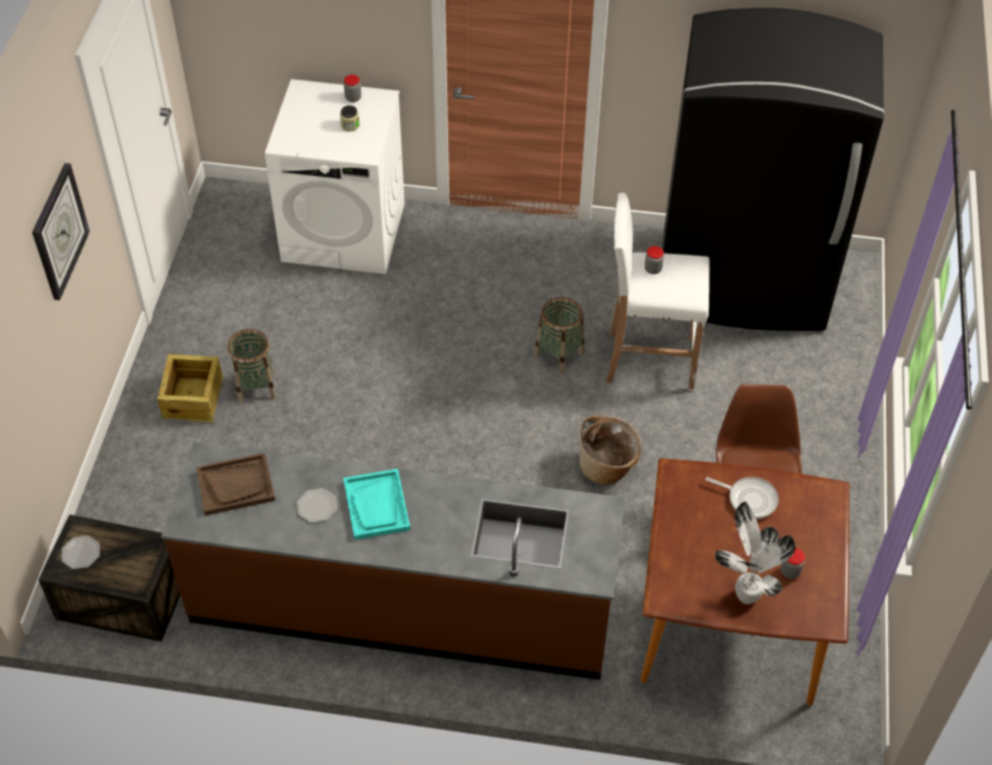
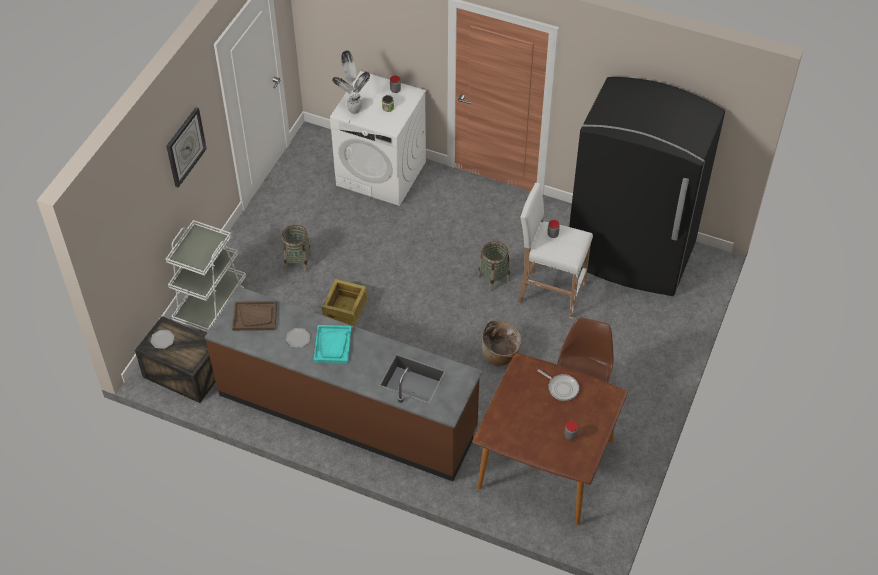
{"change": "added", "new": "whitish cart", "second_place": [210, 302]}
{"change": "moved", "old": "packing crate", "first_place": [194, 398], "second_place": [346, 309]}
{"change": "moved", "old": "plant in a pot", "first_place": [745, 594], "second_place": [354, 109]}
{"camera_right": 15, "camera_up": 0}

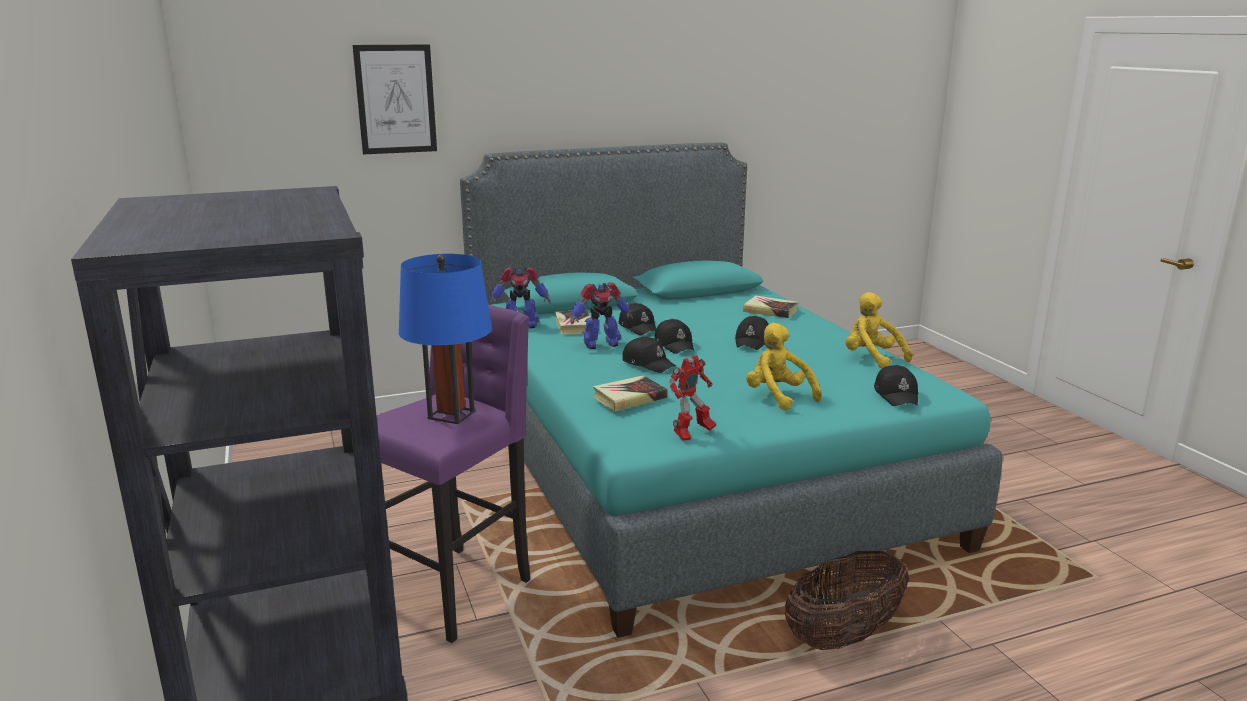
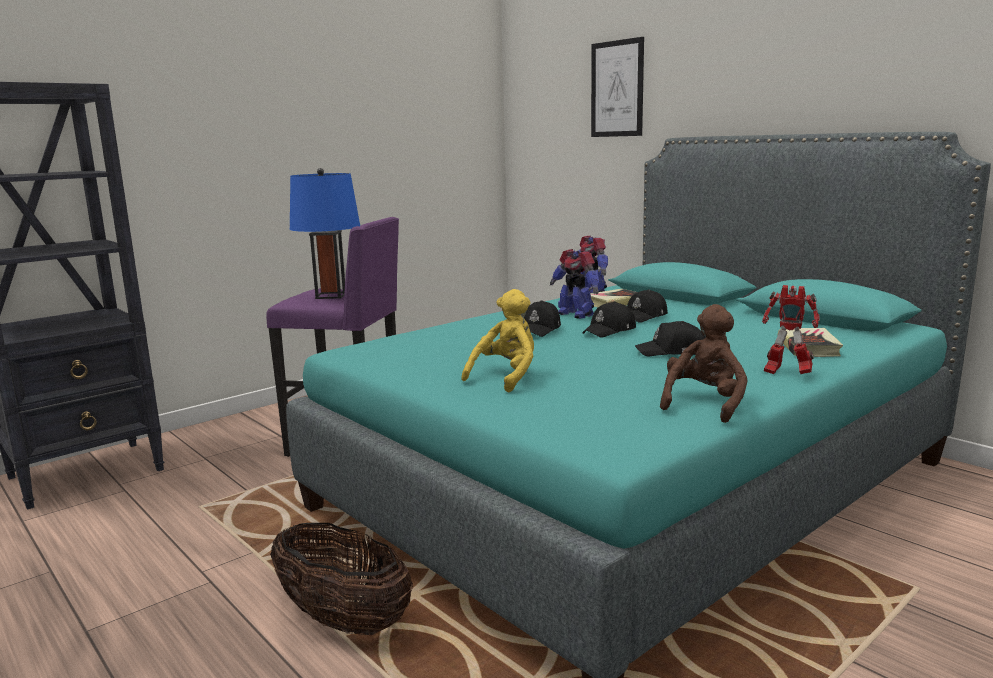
{"change": "recoloured", "old": "yellowish plush toy", "new": "brown plush toy", "first_place": [871, 358], "second_place": [704, 403]}
{"change": "moved", "old": "model robot", "first_place": [691, 434], "second_place": [786, 373]}
{"change": "removed", "old": "volume", "first_place": [629, 398]}
{"change": "removed", "old": "black cap", "first_place": [896, 395]}
{"camera_right": 70, "camera_up": -5}

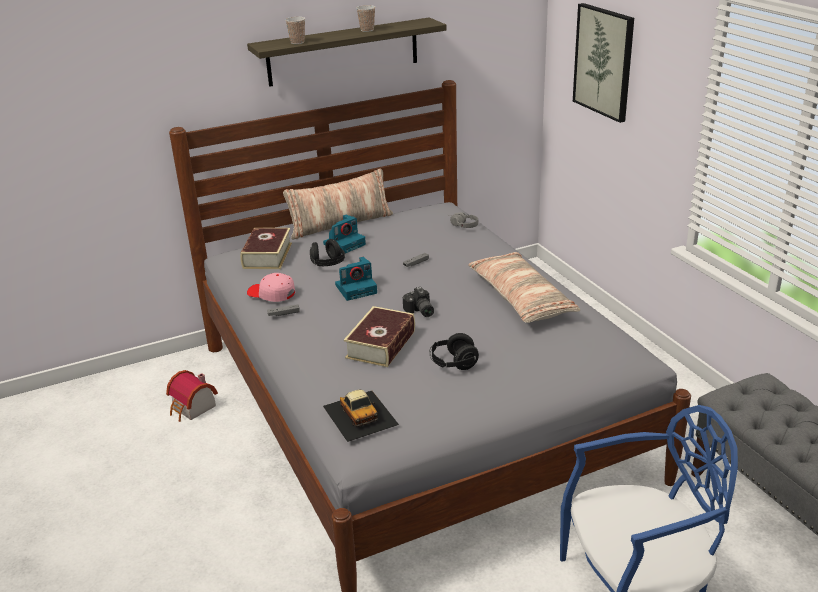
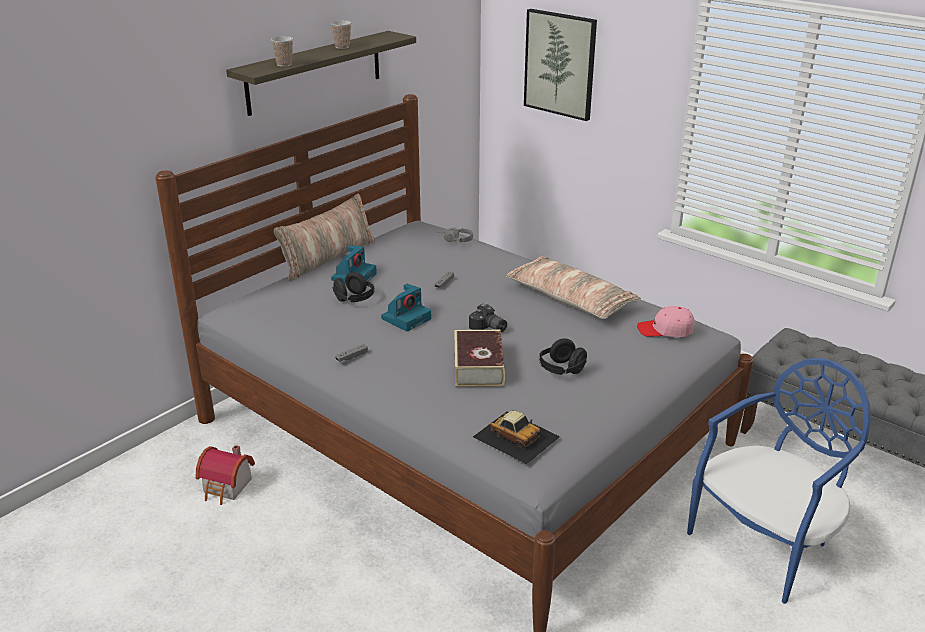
{"change": "moved", "old": "pinkish cap", "first_place": [271, 294], "second_place": [665, 330]}
{"change": "removed", "old": "volume", "first_place": [267, 255]}
{"camera_right": -25, "camera_up": 0}

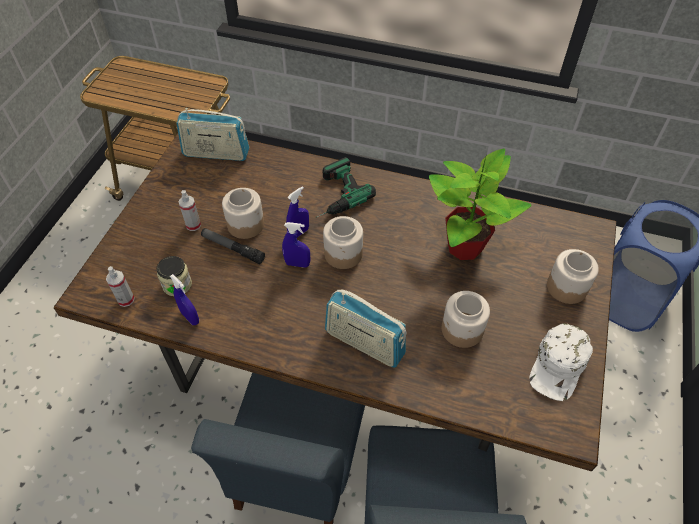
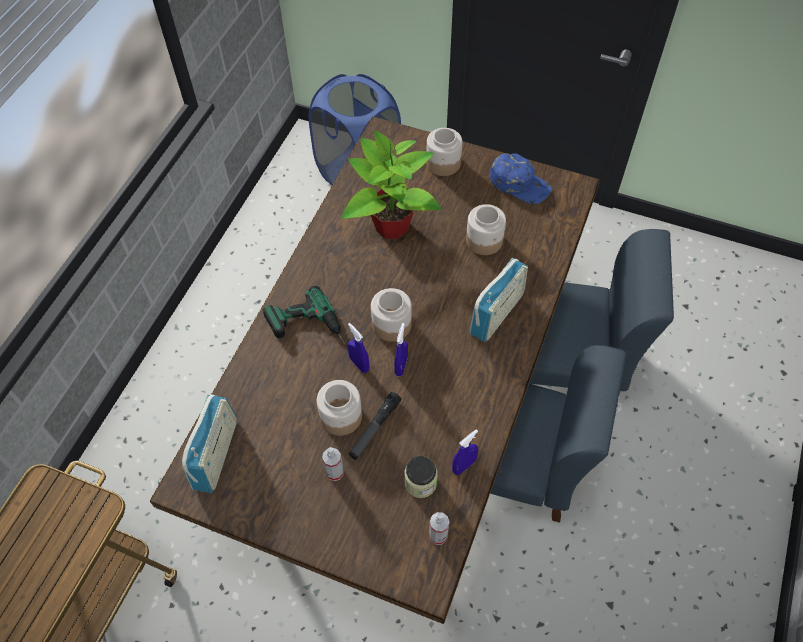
{"change": "recoloured", "old": "whitish cap", "new": "blue cap", "first_place": [559, 366], "second_place": [520, 183]}
{"camera_right": -85, "camera_up": 5}

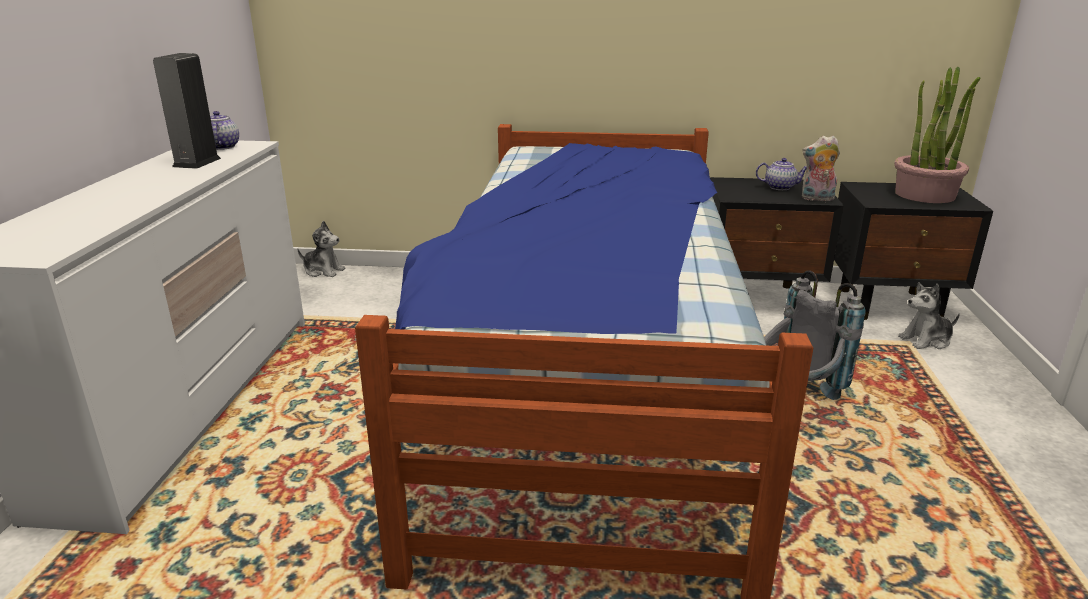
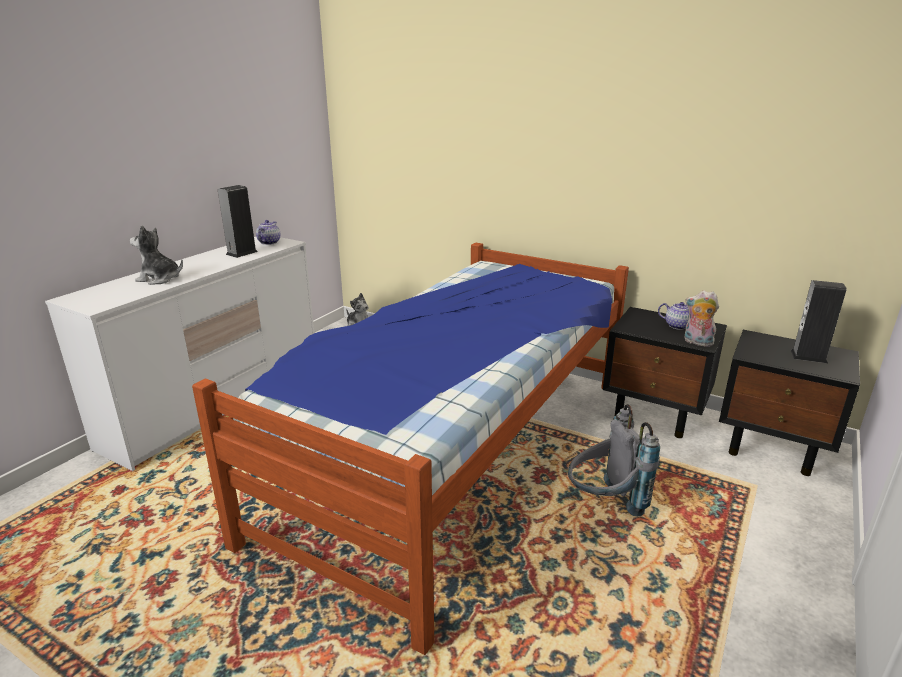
{"change": "moved", "old": "plush toy", "first_place": [926, 340], "second_place": [160, 279]}
{"change": "replaced", "old": "plant in a pot", "new": "audio speaker", "first_place": [924, 195], "second_place": [808, 356]}
{"camera_right": 25, "camera_up": 0}

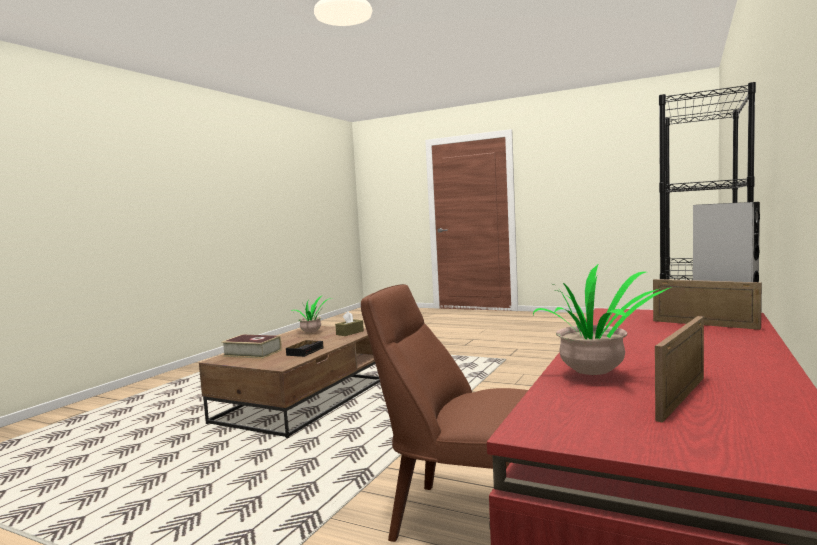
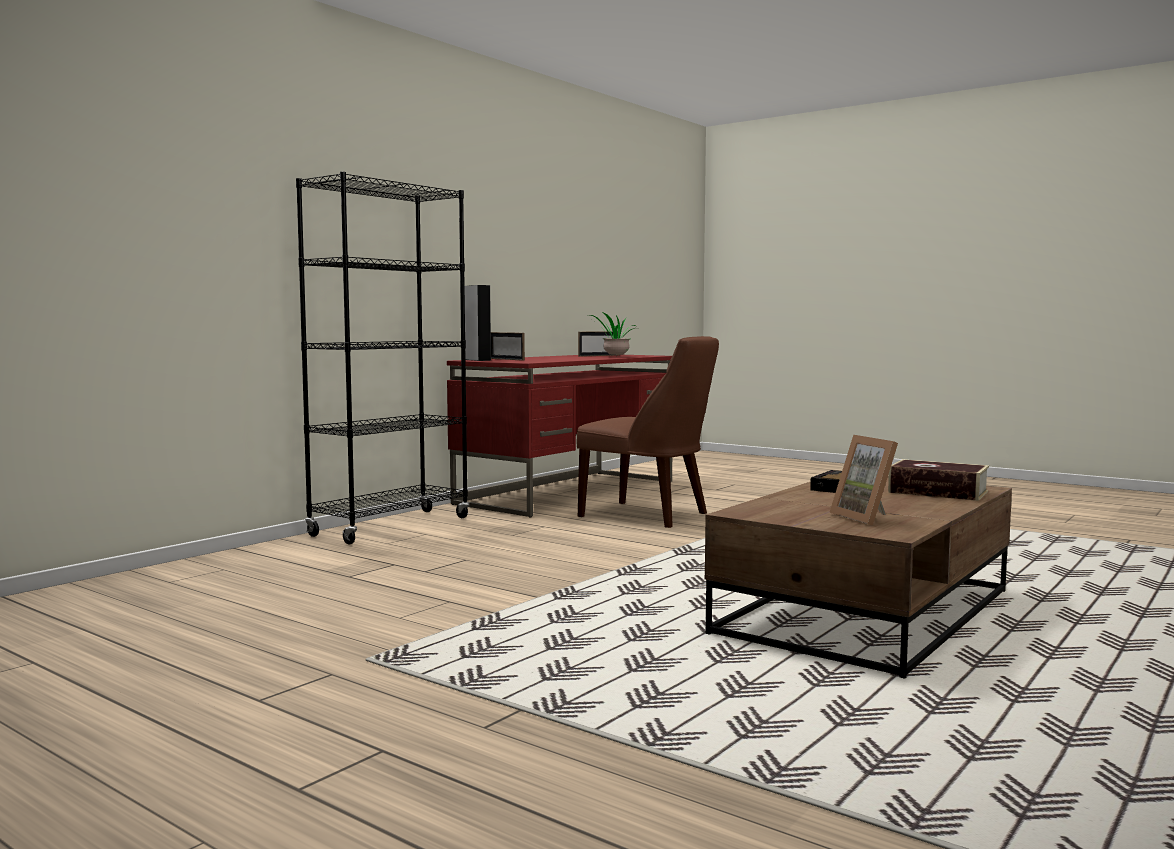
{"change": "replaced", "old": "plant in a pot", "new": "standing frame", "first_place": [312, 333], "second_place": [868, 518]}
{"change": "removed", "old": "brown tissue holder", "first_place": [350, 333]}
{"camera_right": -170, "camera_up": 0}

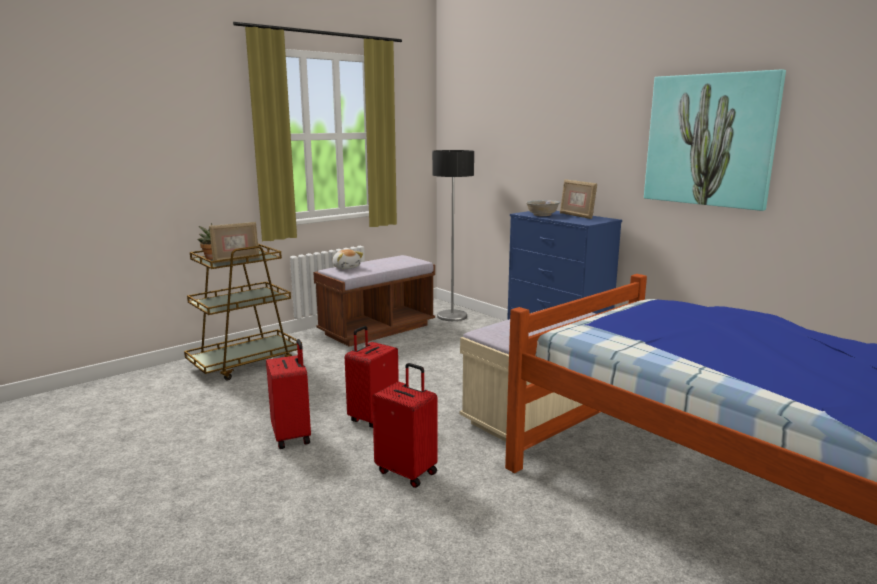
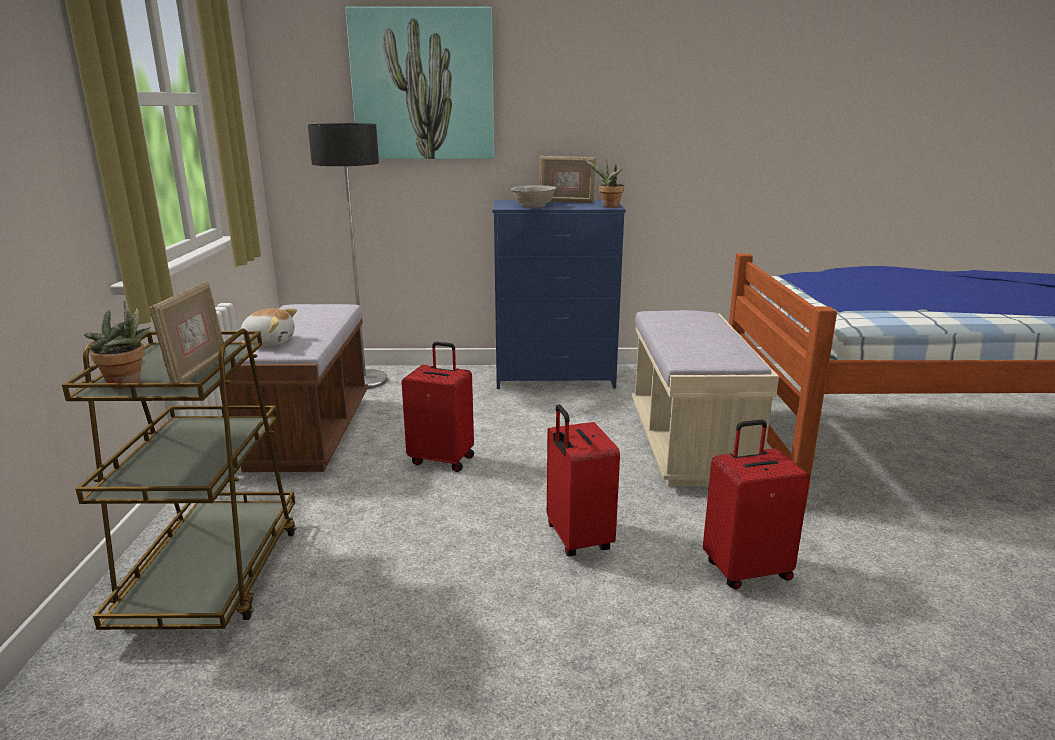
{"change": "moved", "old": "wall picture", "first_place": [710, 140], "second_place": [423, 85]}
{"change": "moved", "old": "red-coloured suitcase", "first_place": [292, 436], "second_place": [442, 459]}
{"change": "added", "new": "plant in a pot", "second_place": [608, 206]}
{"camera_right": -50, "camera_up": 5}

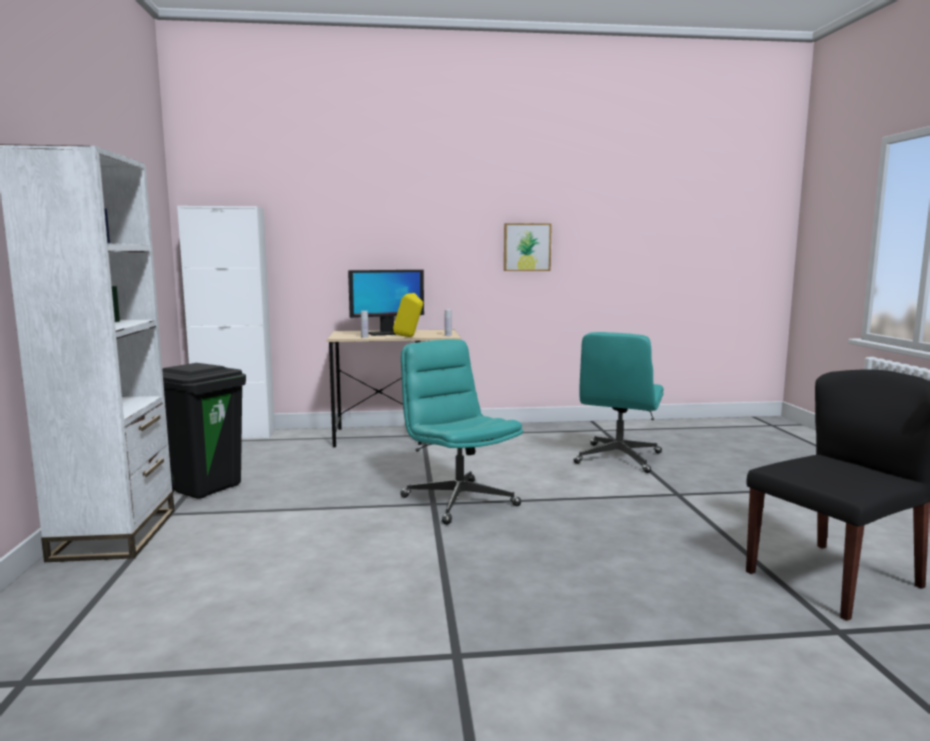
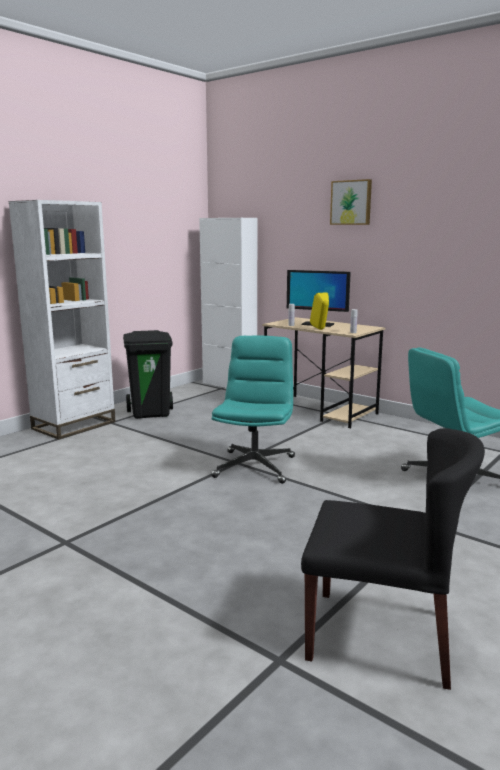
{"change": "moved", "old": "wall picture", "first_place": [526, 247], "second_place": [351, 202]}
{"camera_right": 45, "camera_up": 5}

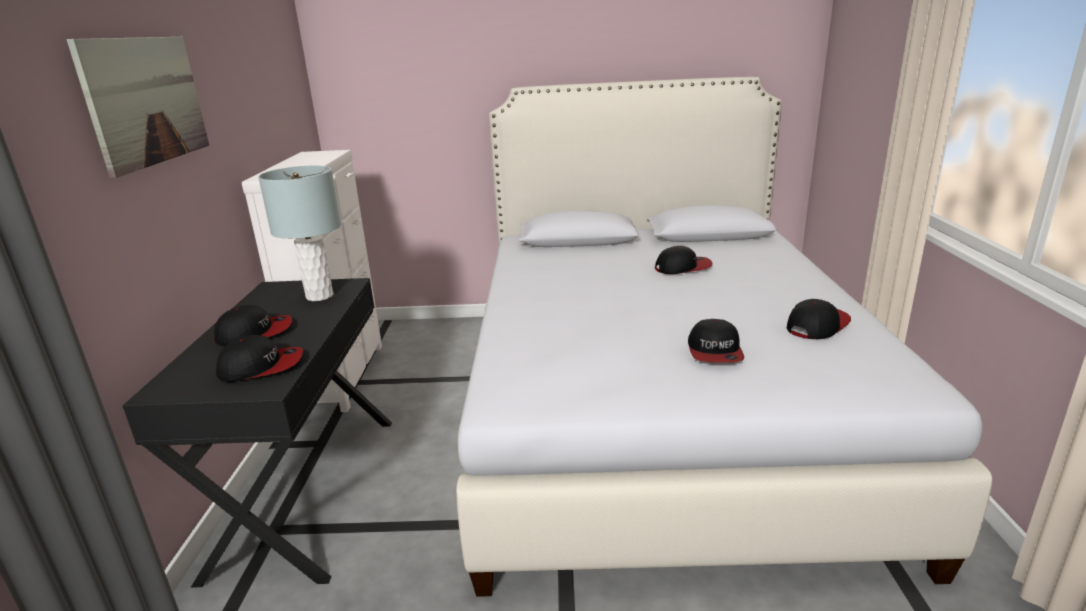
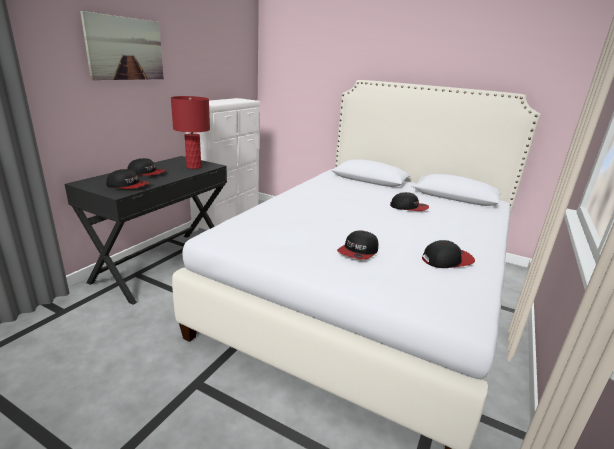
{"change": "recoloured", "old": "grey tabletop lamp", "new": "red-coloured tabletop lamp", "first_place": [319, 296], "second_place": [193, 167]}
{"camera_right": 25, "camera_up": 0}

